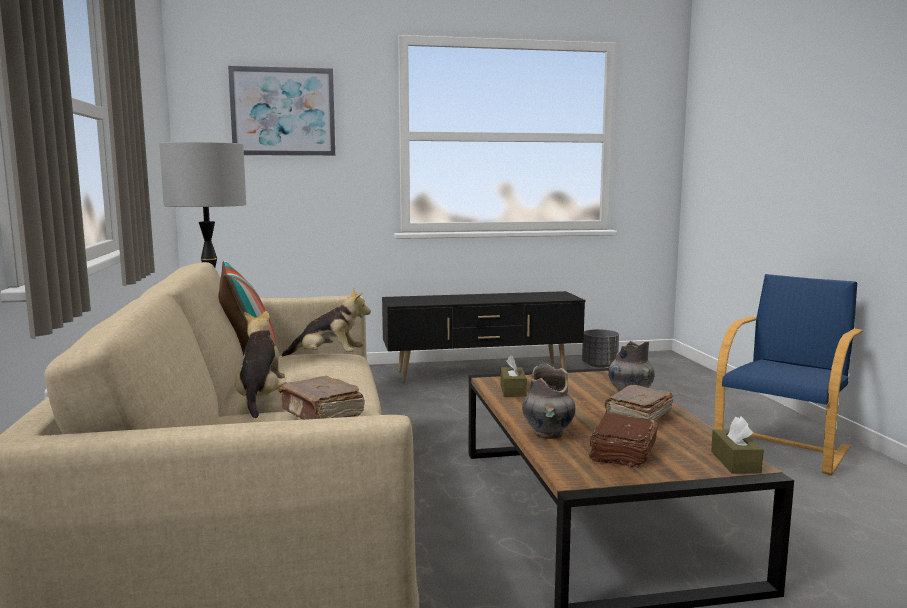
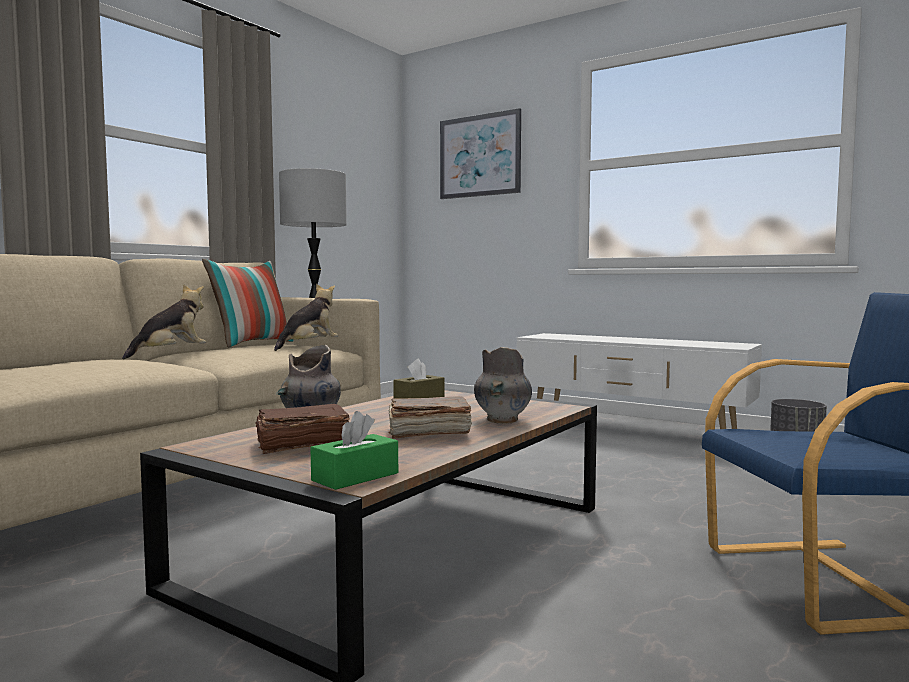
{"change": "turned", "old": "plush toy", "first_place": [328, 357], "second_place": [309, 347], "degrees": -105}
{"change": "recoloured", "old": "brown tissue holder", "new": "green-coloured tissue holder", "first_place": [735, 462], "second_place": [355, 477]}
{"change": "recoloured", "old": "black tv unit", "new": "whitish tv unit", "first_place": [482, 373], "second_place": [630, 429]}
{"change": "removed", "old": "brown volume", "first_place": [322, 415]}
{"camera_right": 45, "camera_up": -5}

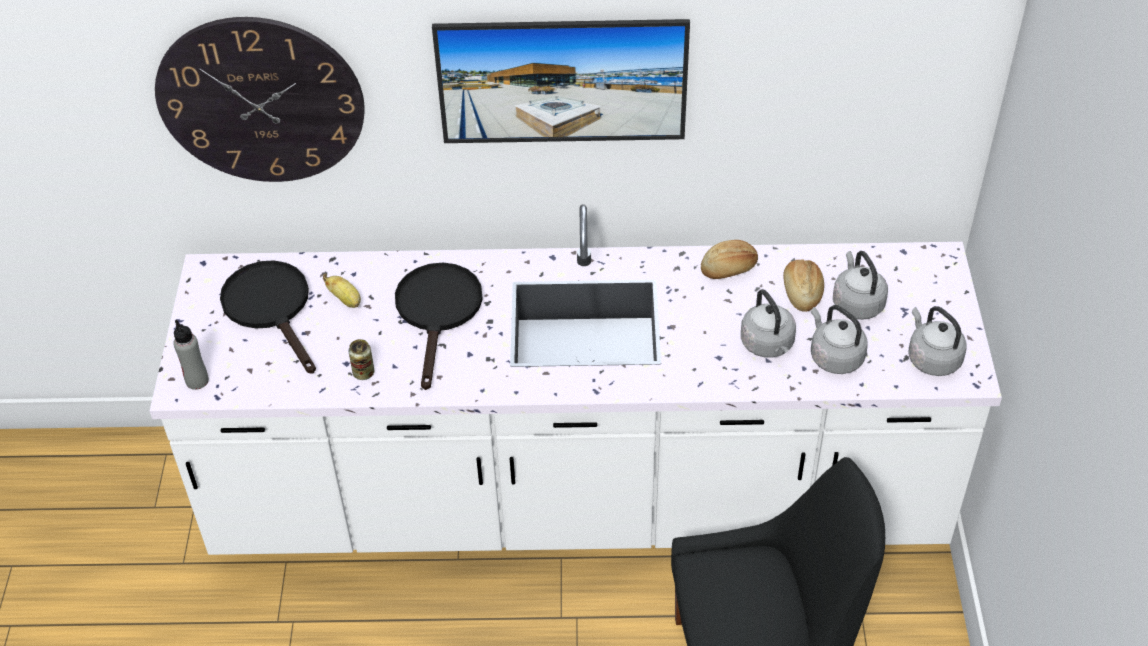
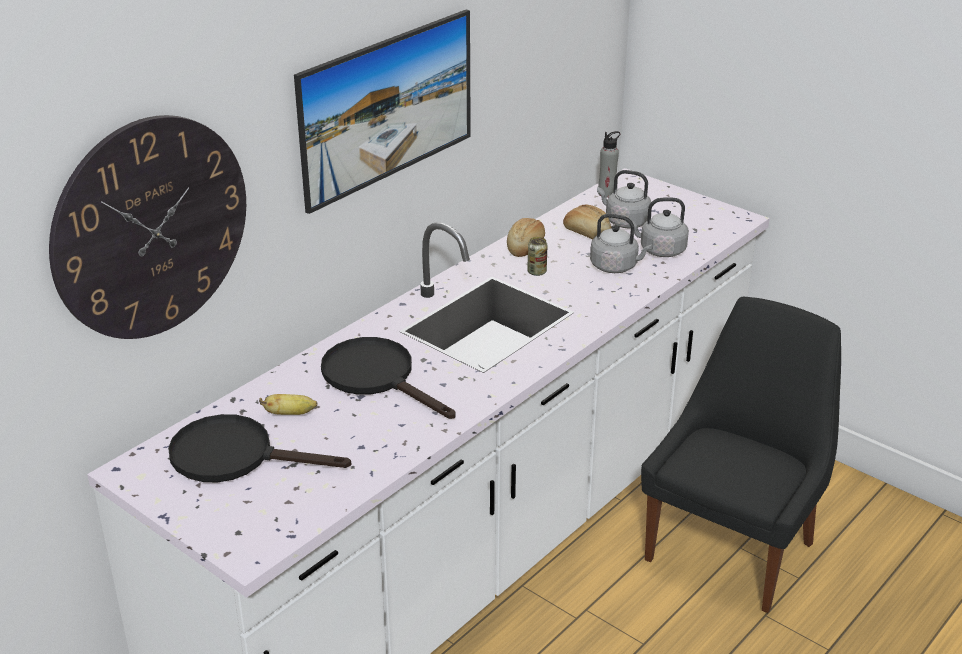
{"change": "moved", "old": "metal can", "first_place": [363, 373], "second_place": [537, 272]}
{"change": "moved", "old": "grey beverage bottle", "first_place": [197, 381], "second_place": [607, 193]}
{"change": "removed", "old": "grey water kettle", "first_place": [932, 358]}
{"camera_right": -50, "camera_up": -15}

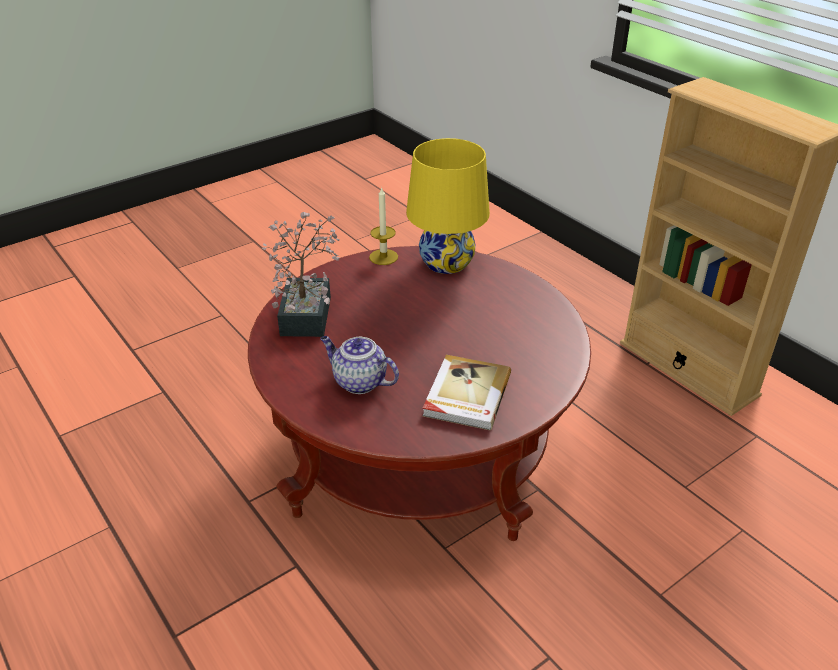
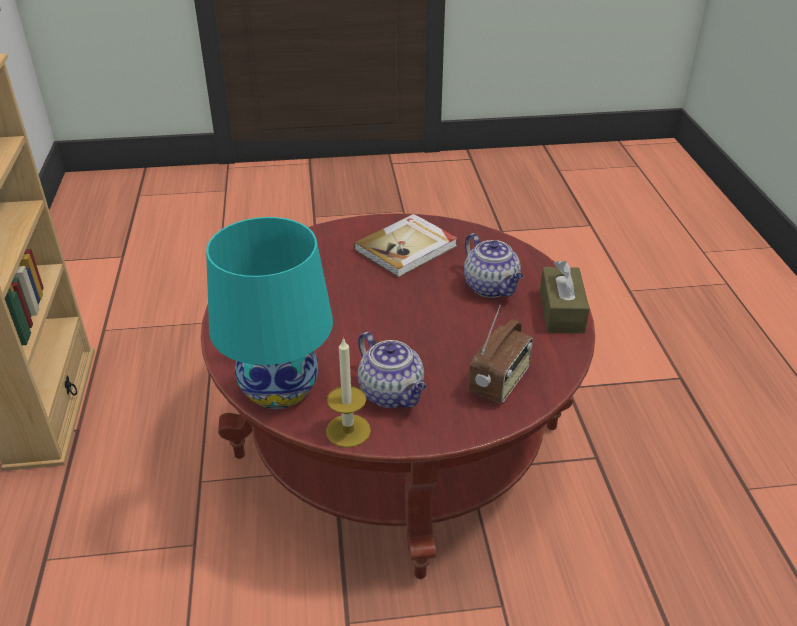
{"change": "recoloured", "old": "yellowish tabletop lamp", "new": "blue-green tabletop lamp", "first_place": [446, 263], "second_place": [279, 388]}
{"change": "added", "new": "pot for tea", "second_place": [392, 394]}
{"change": "replaced", "old": "plant in a pot", "new": "radio", "first_place": [308, 311], "second_place": [500, 382]}
{"change": "added", "new": "brown tissue holder", "second_place": [561, 311]}
{"camera_right": -150, "camera_up": 0}

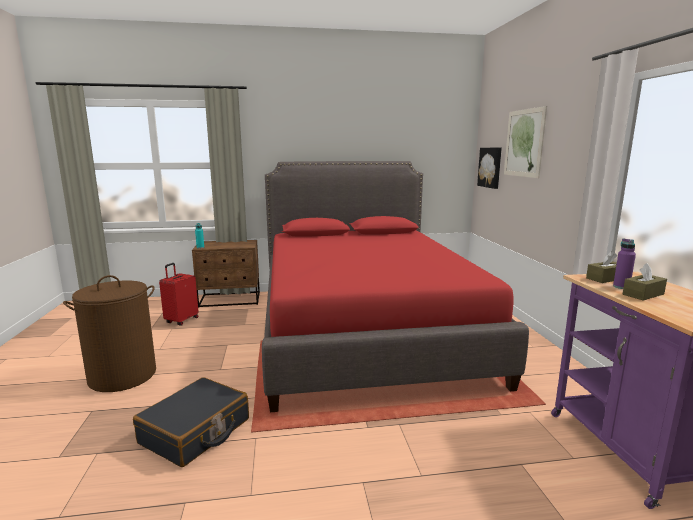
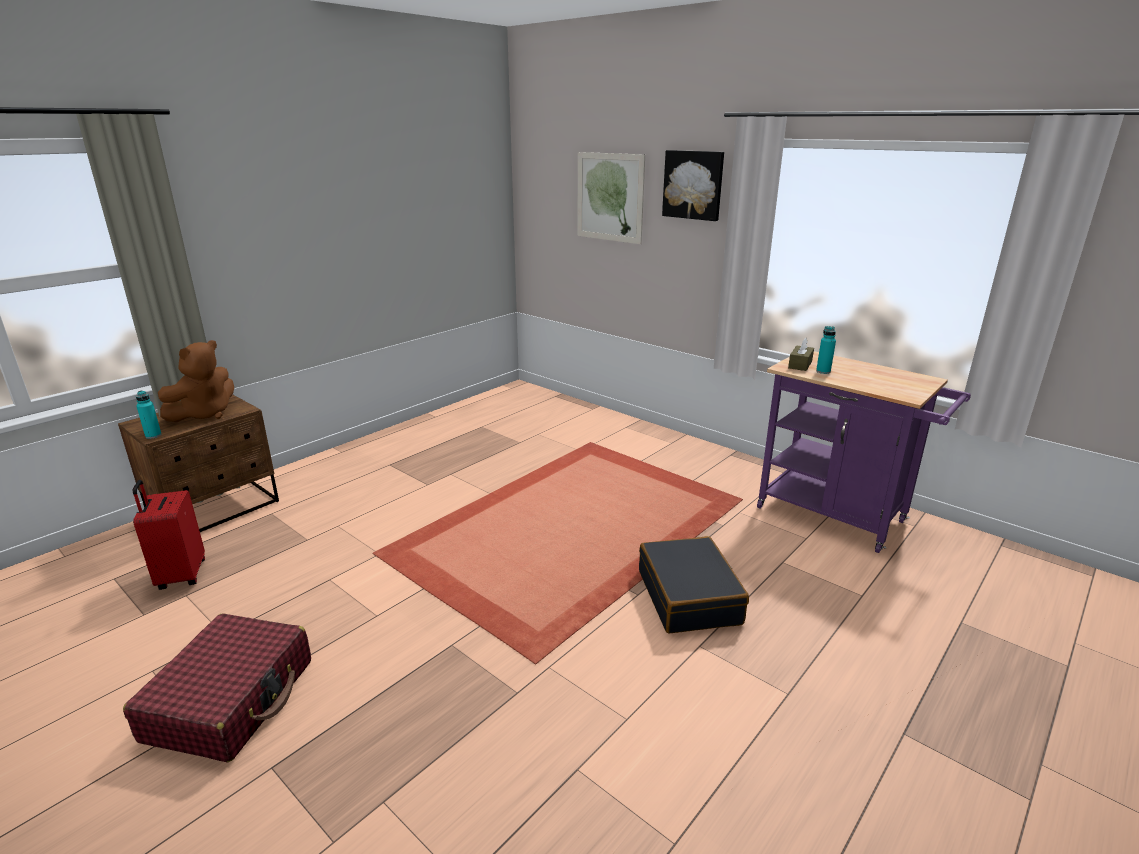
{"change": "replaced", "old": "brown hamper", "new": "red-coloured suitcase", "first_place": [123, 376], "second_place": [231, 699]}
{"change": "added", "new": "brown plush toy", "second_place": [205, 414]}
{"change": "moved", "old": "black suitcase", "first_place": [195, 432], "second_place": [689, 597]}
{"change": "moved", "old": "wall picture", "first_place": [490, 167], "second_place": [693, 185]}
{"change": "recoloured", "old": "purple-coloured beverage bottle", "new": "blue-green beverage bottle", "first_place": [621, 287], "second_place": [823, 371]}
{"change": "removed", "old": "red-coloured sleeping bed", "first_place": [364, 329]}
{"change": "removed", "old": "brown tissue holder", "first_place": [643, 294]}
{"camera_right": -40, "camera_up": 10}

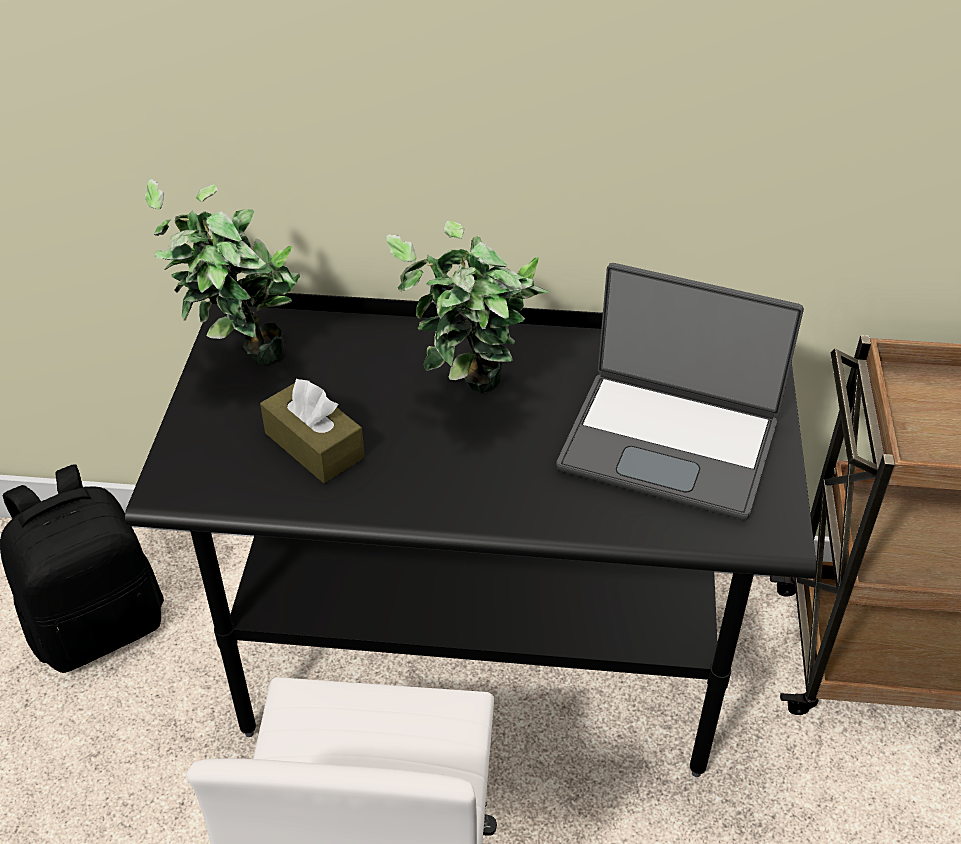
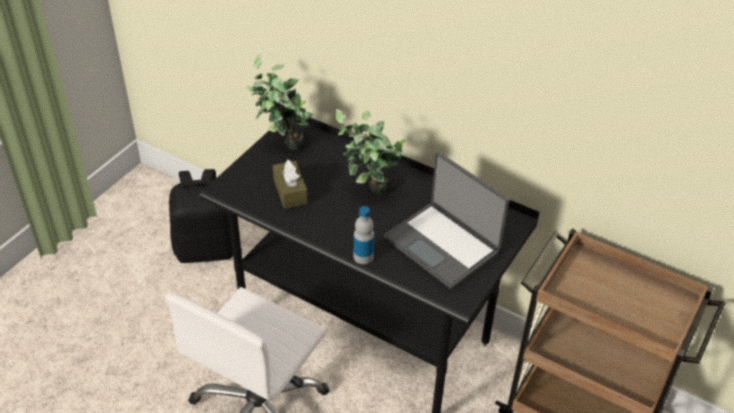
{"change": "added", "new": "beverage bottle", "second_place": [363, 257]}
{"camera_right": 25, "camera_up": 0}

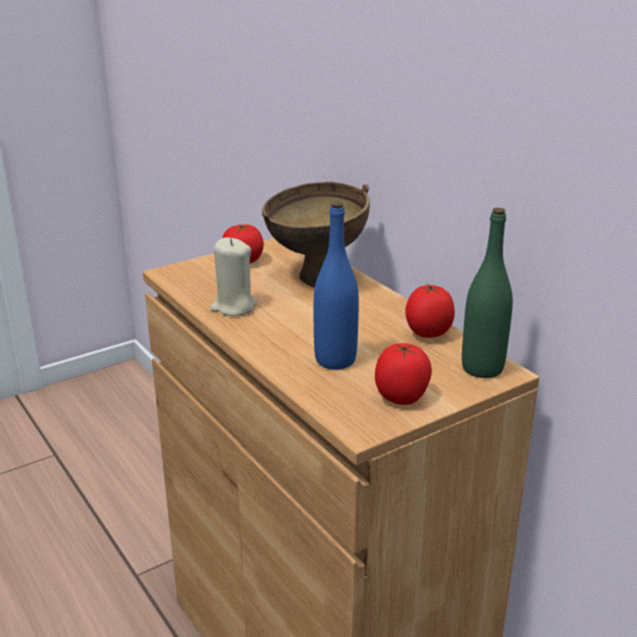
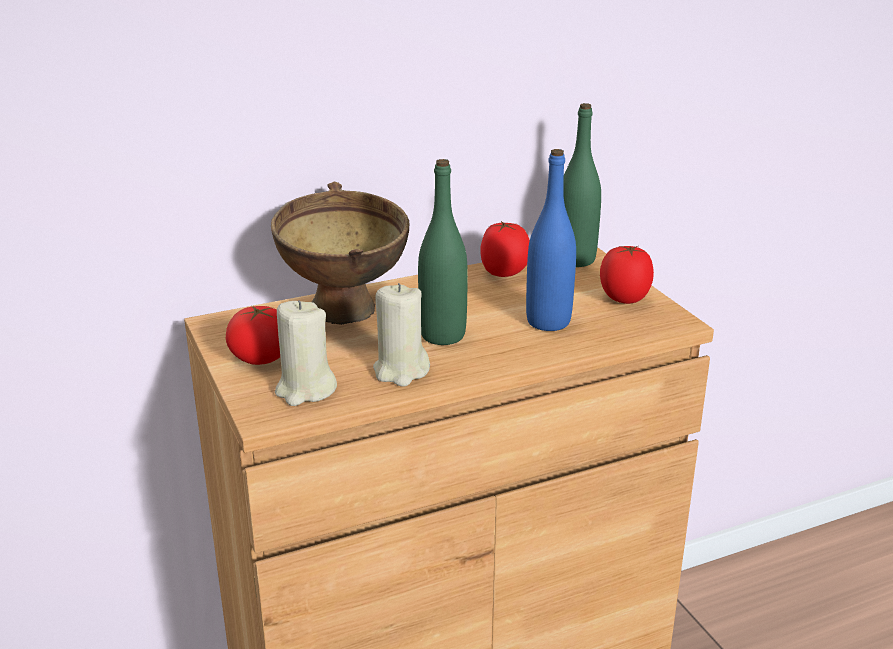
{"change": "added", "new": "beige-coloured wax candle", "second_place": [305, 390]}
{"change": "added", "new": "green-coloured beverage bottle", "second_place": [442, 335]}
{"camera_right": -80, "camera_up": 0}

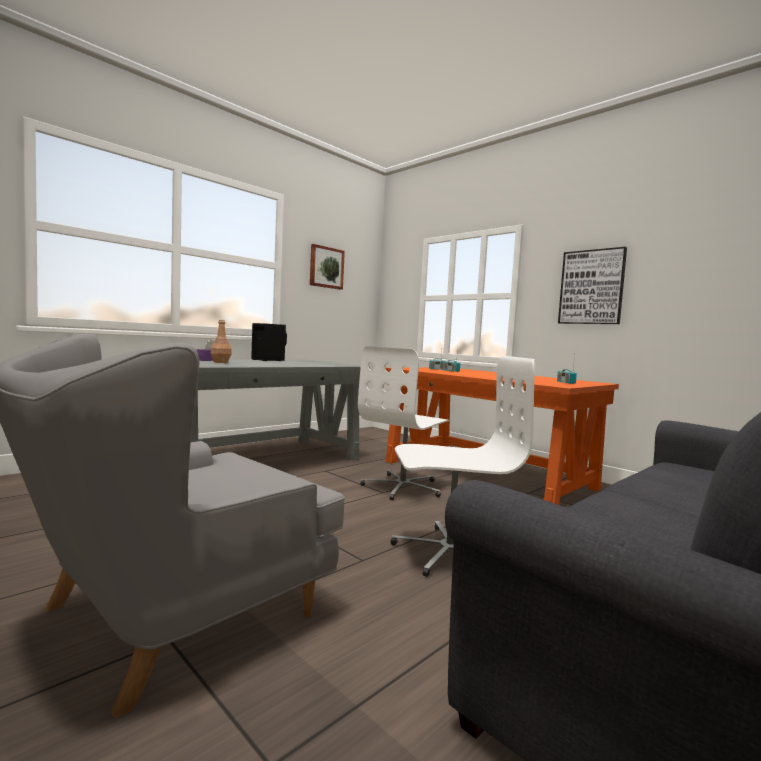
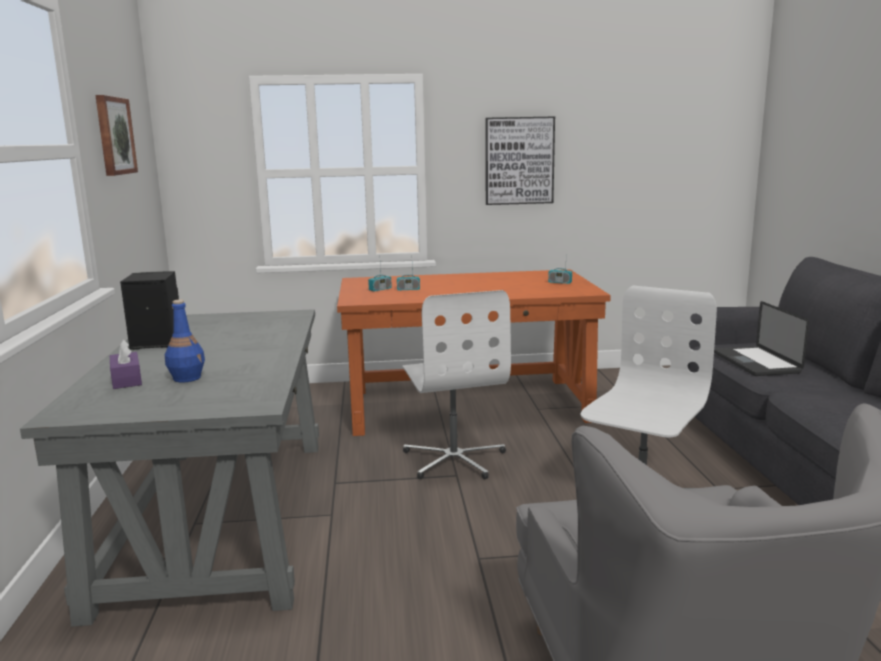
{"change": "recoloured", "old": "brown beverage bottle", "new": "blue beverage bottle", "first_place": [221, 362], "second_place": [187, 378]}
{"change": "added", "new": "laptop", "second_place": [755, 362]}
{"camera_right": -50, "camera_up": 10}

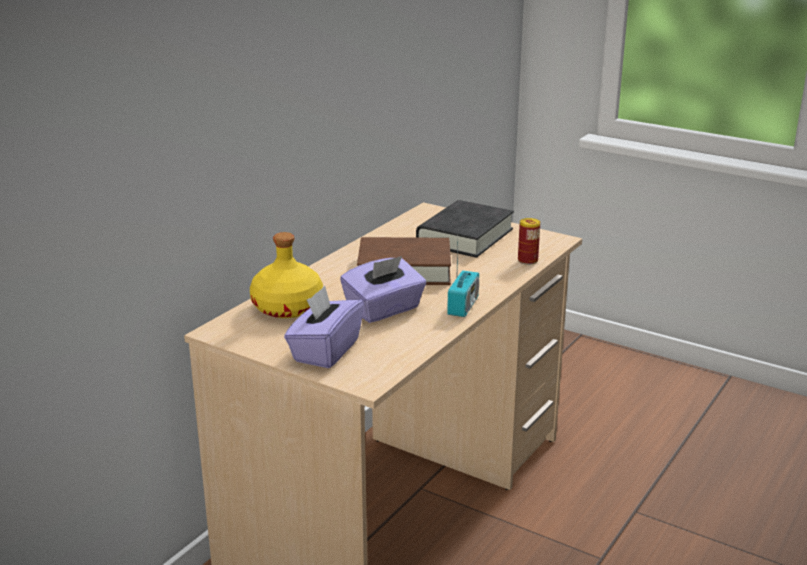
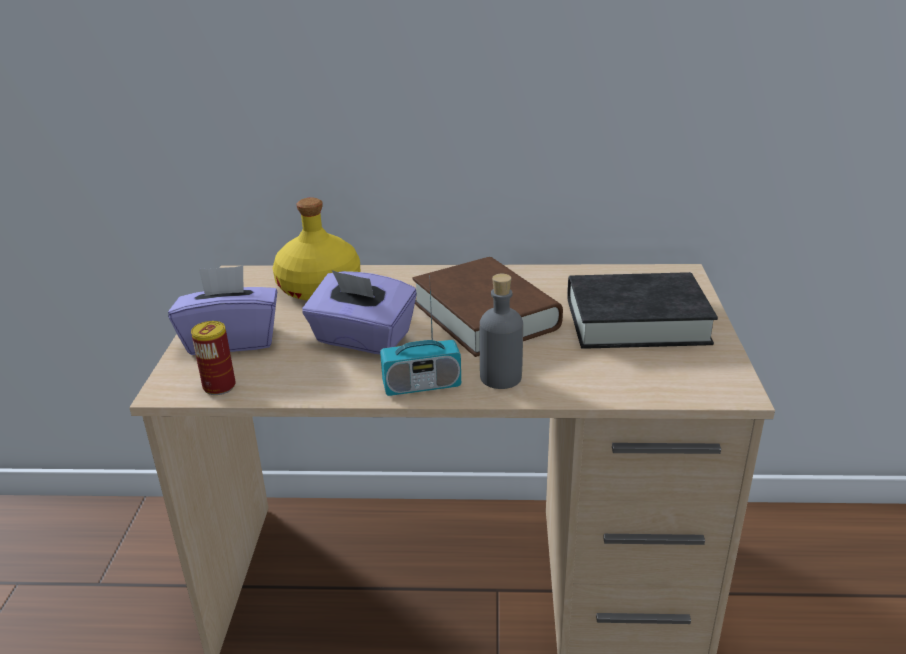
{"change": "moved", "old": "metal can", "first_place": [527, 260], "second_place": [219, 386]}
{"change": "added", "new": "grey beverage bottle", "second_place": [500, 377]}
{"camera_right": 60, "camera_up": 5}

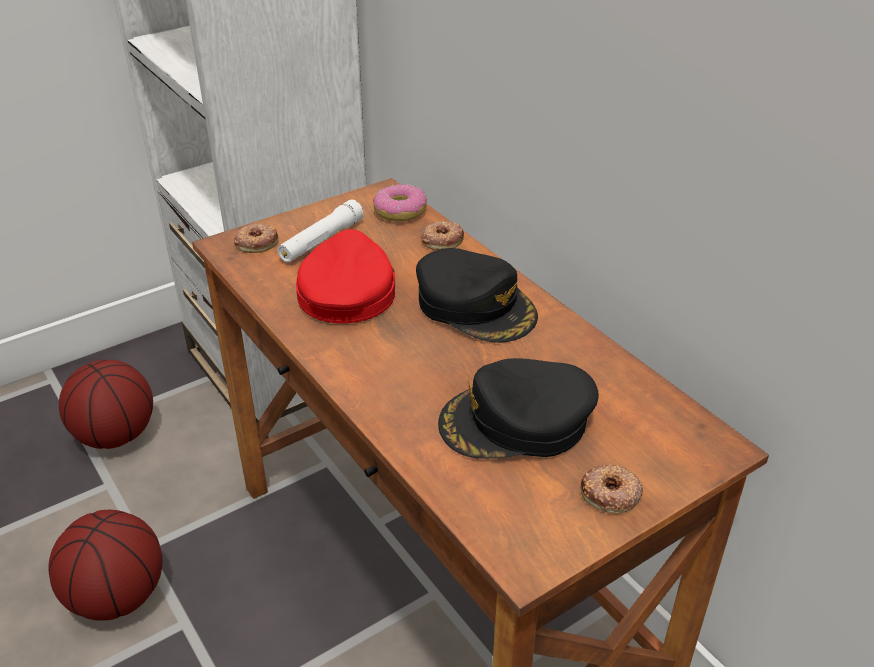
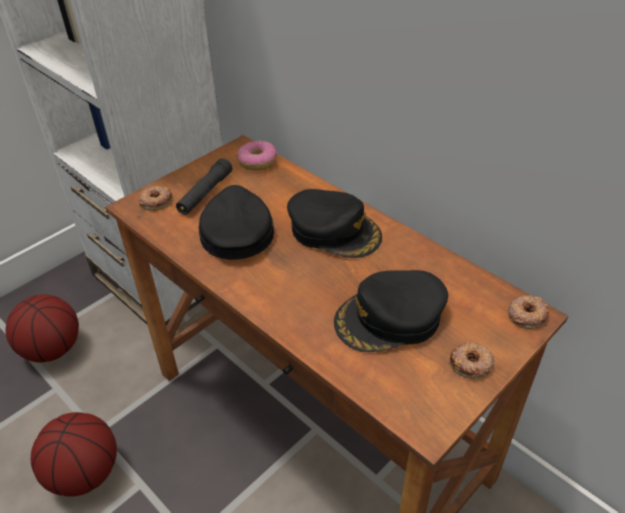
{"change": "recoloured", "old": "whitish hand torch", "new": "black hand torch", "first_place": [321, 241], "second_place": [205, 193]}
{"change": "recoloured", "old": "red-coloured cap", "new": "black cap", "first_place": [347, 290], "second_place": [236, 231]}
{"change": "moved", "old": "donut", "first_place": [442, 240], "second_place": [526, 314]}
{"camera_right": -10, "camera_up": 5}

